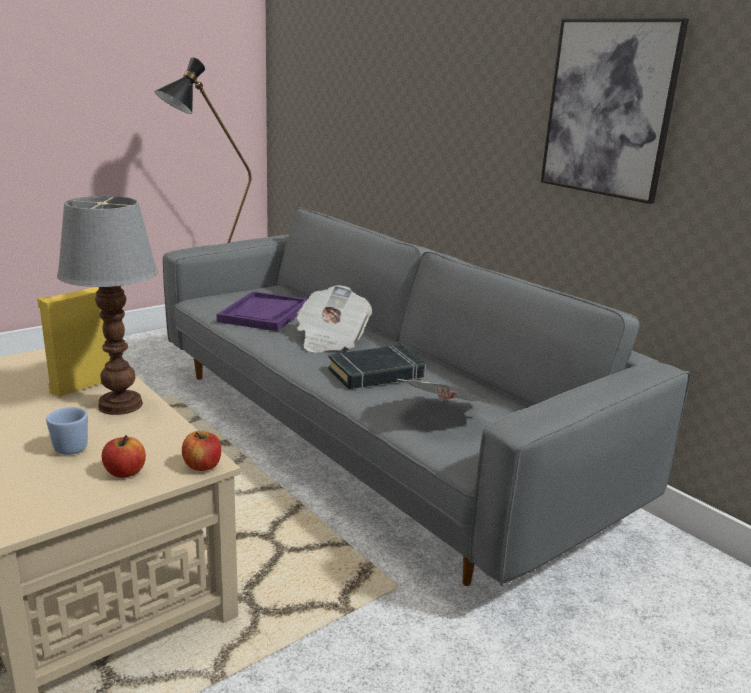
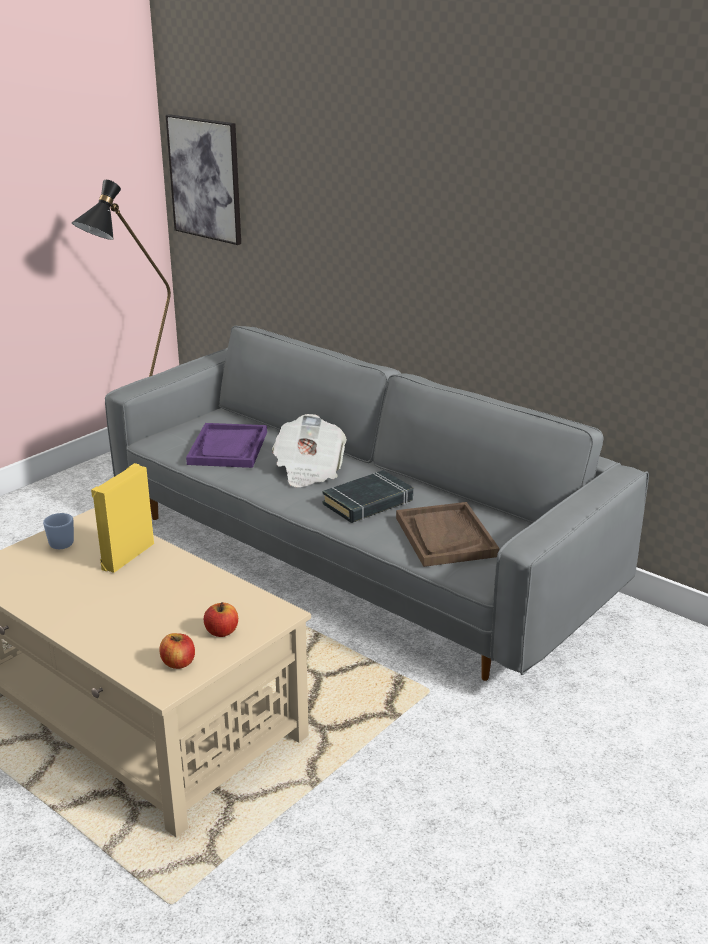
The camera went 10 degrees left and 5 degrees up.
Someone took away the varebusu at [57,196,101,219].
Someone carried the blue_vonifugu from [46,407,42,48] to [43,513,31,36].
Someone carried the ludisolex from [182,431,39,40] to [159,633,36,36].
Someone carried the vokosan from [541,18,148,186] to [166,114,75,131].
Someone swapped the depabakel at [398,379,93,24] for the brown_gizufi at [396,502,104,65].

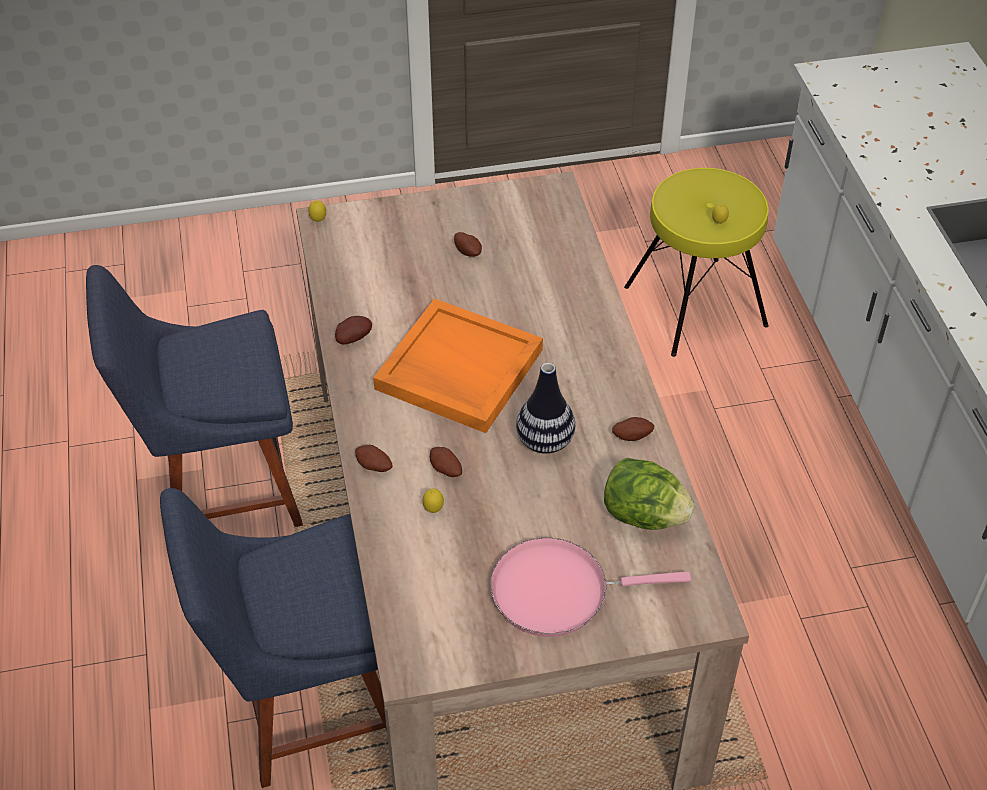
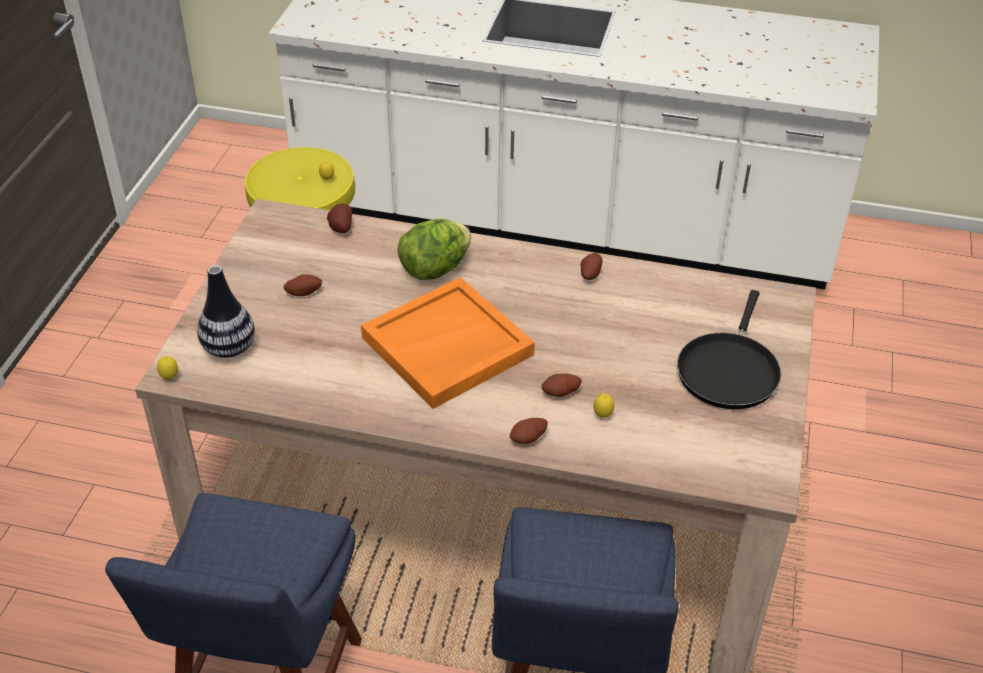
The camera went 65 degrees left and 5 degrees down.
Someone carried the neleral from [335,316,37,28] to [327,204,25,29].
Someone carried the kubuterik from [516,363,59,91] to [197,265,58,93].
Someone carried the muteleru from [604,458,91,72] to [397,219,74,61].
Someone repainted the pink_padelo at [490,538,201,99], which became the black_padelo at [677,290,104,119].

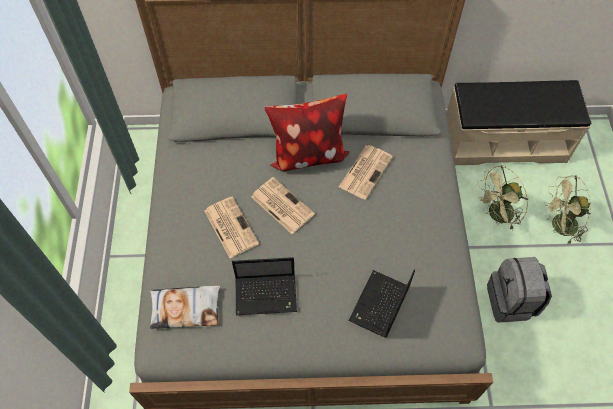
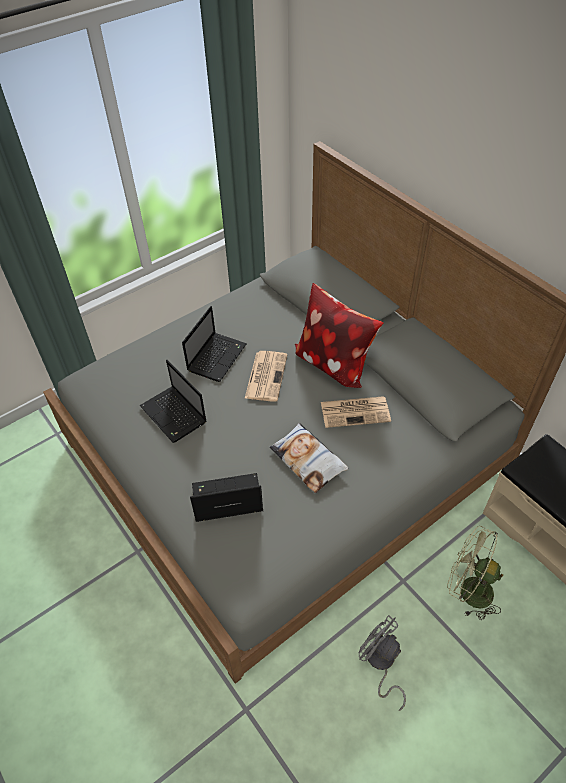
The camera went 55 degrees right and 10 degrees down.
Someone took away the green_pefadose at [545,175,46,70].
Someone carried the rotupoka from [150,286,70,43] to [269,423,79,70].
Someone swapped the depabakel at [205,197,54,61] for the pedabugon at [182,306,65,76].
Someone swapped the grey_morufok at [487,257,65,66] for the grey_pefadose at [358,615,48,96].

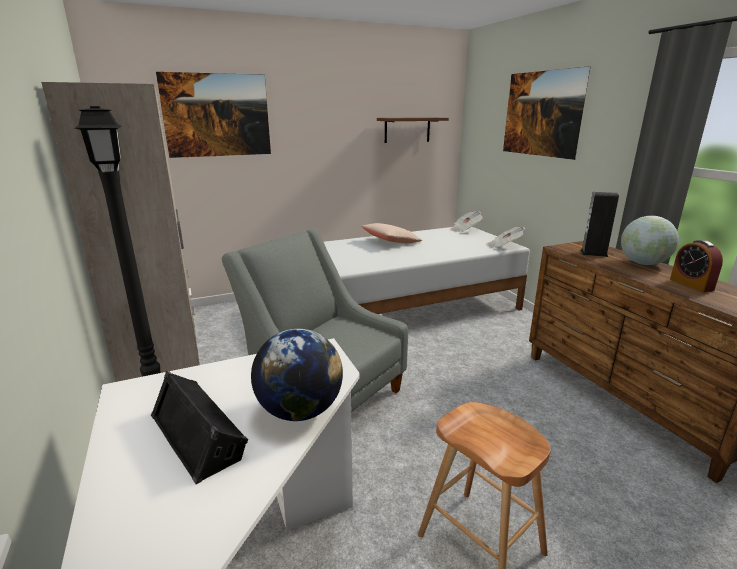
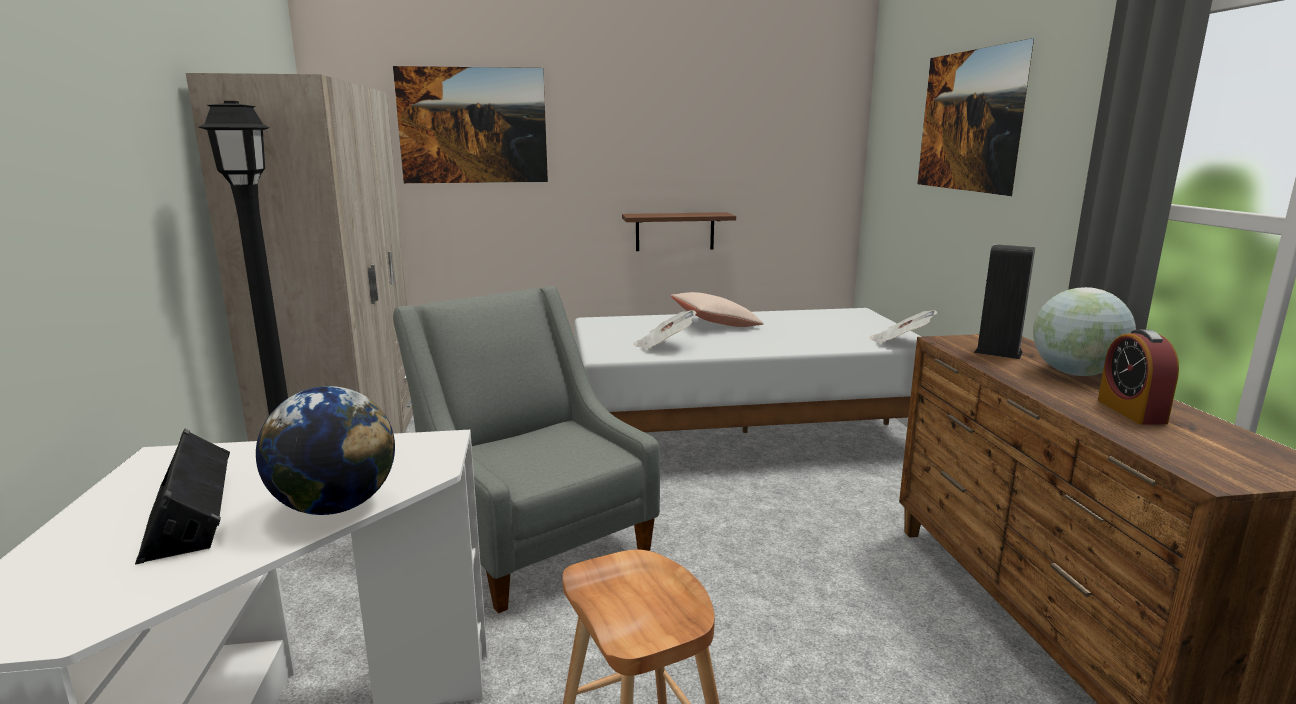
The camera went 15 degrees right and 5 degrees down.
Someone carried the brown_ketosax from [377,117,72,26] to [622,212,114,39].
Someone carried the depabakel from [449,211,34,21] to [633,310,64,39].

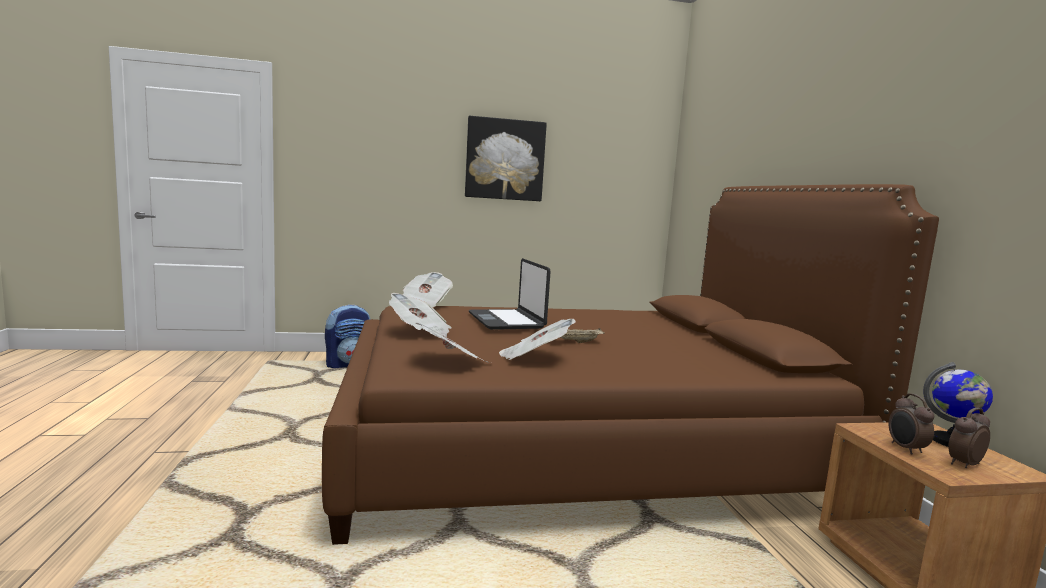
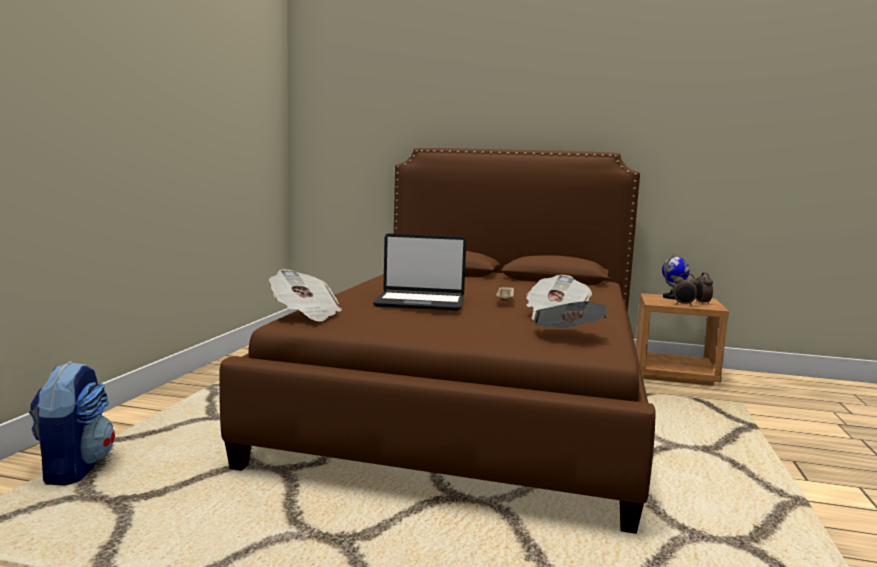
The camera went 65 degrees left and 0 degrees up.
Someone took away the depabakel at [389,293,62,45].
Someone took away the vokosan at [465,116,82,85].

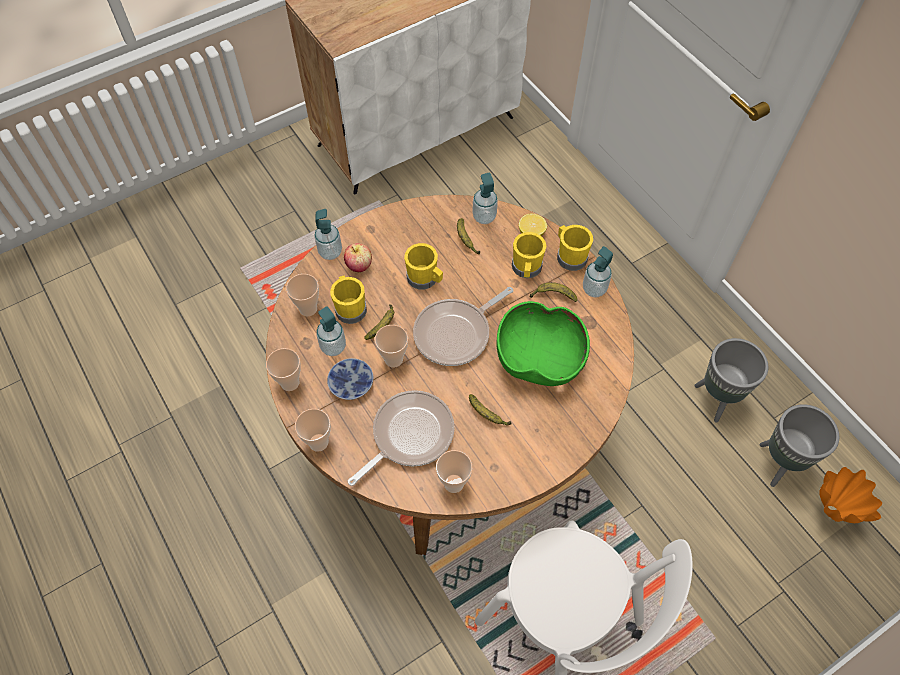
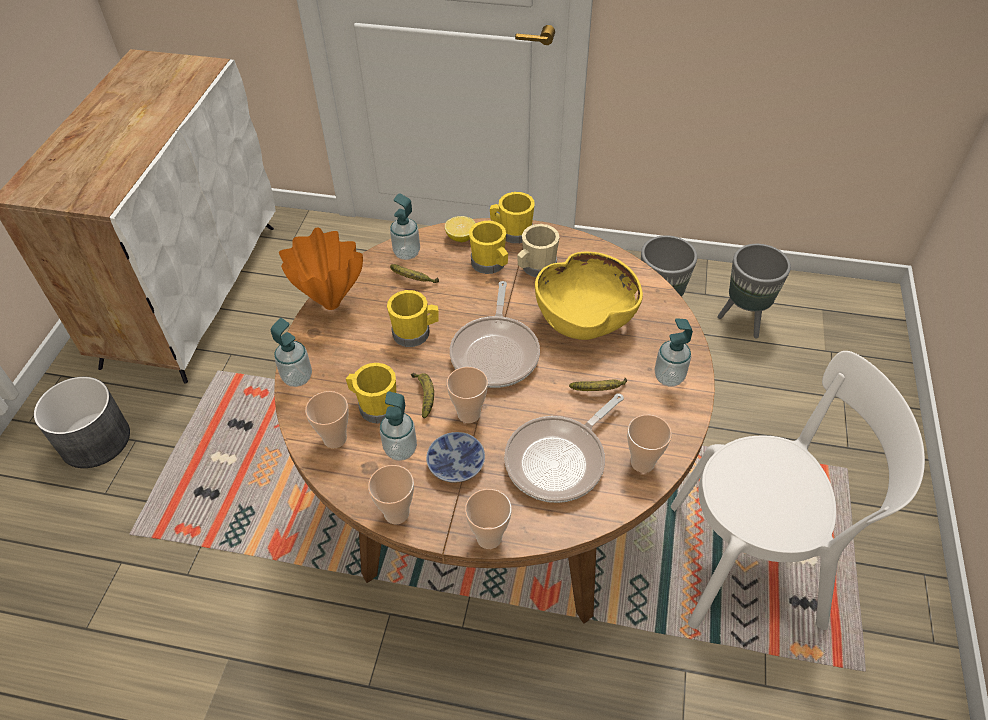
The camera went 45 degrees left and 10 degrees down.
Someone took away the ludisolex at [344,243,28,29].
Someone put down the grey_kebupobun at [34,377,96,91].
Someone carried the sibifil from [583,246,30,51] to [655,318,38,68].
Someone carried the orange_kubuterik from [819,467,63,56] to [279,227,84,83].
Someone swapped the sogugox at [529,282,48,20] for the beige_vonifugu at [517,224,42,53].
Someone repainted the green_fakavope at [496,301,94,85], which became the yellow_fakavope at [535,252,108,88].
Someone rotated the padelo at [348,390,107,96] by 135 degrees counterclockwise.

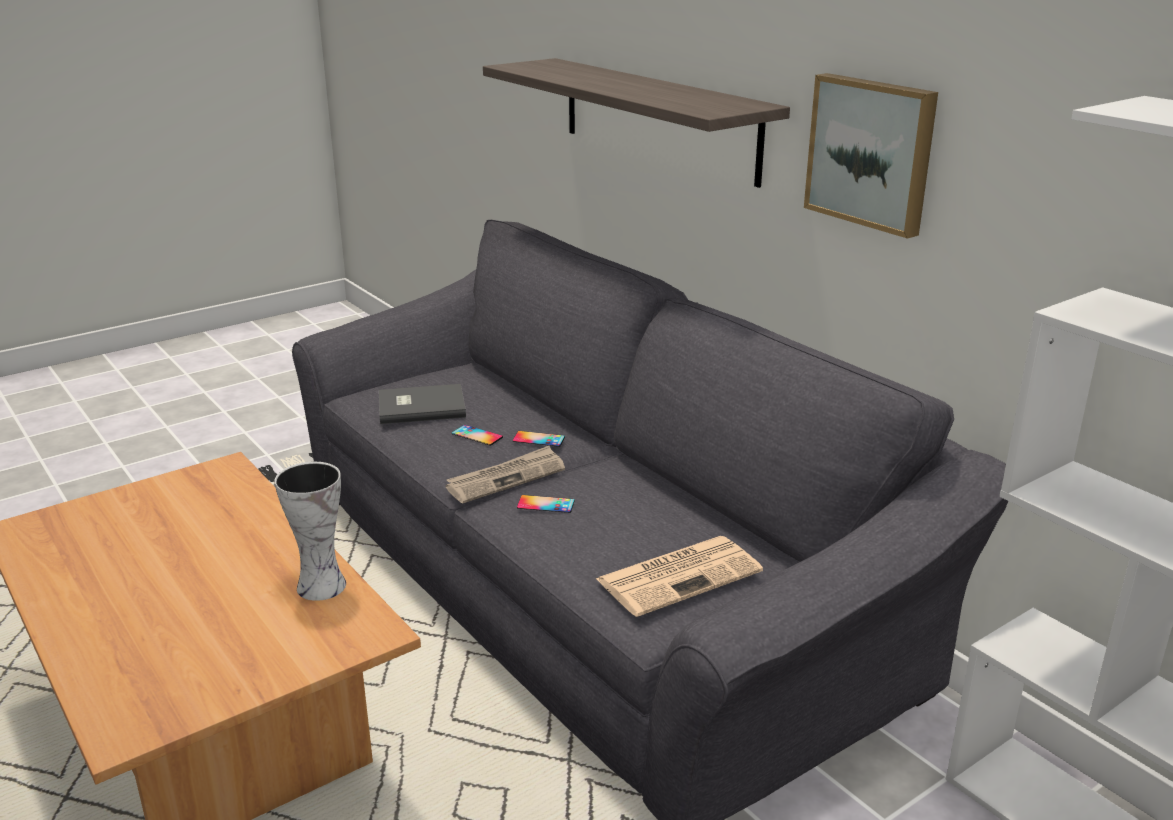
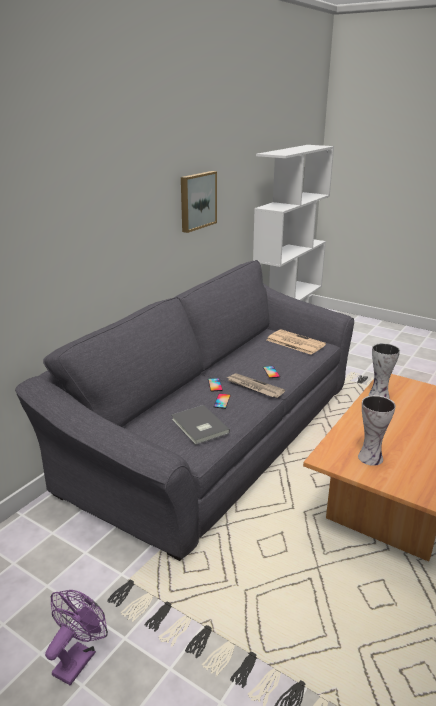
The camera went 110 degrees left and 0 degrees up.
Someone took away the ketosax at [483,58,307,130].
Someone put down the purple_pefadose at [45,590,63,95].
Someone put down the kubuterik at [358,395,38,71].

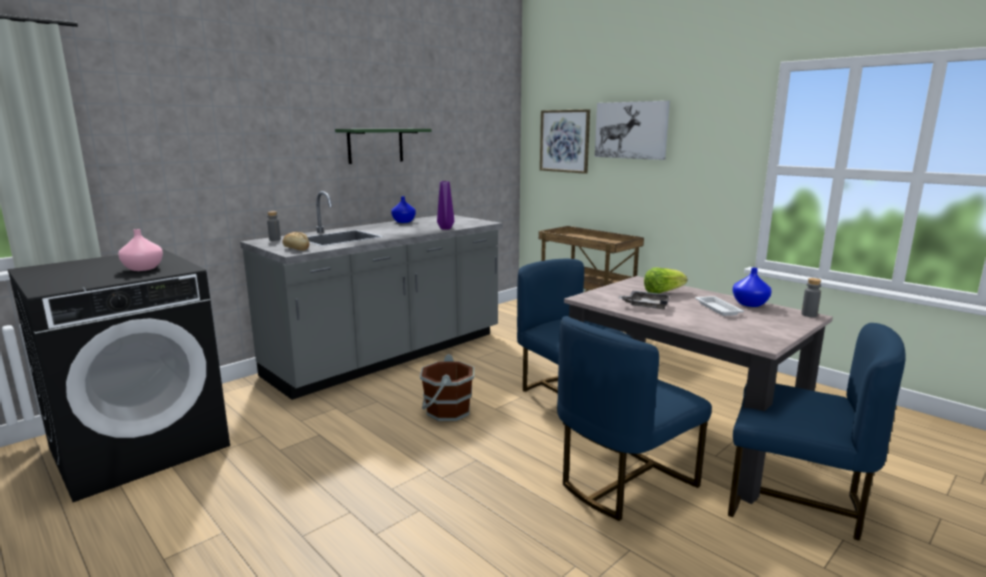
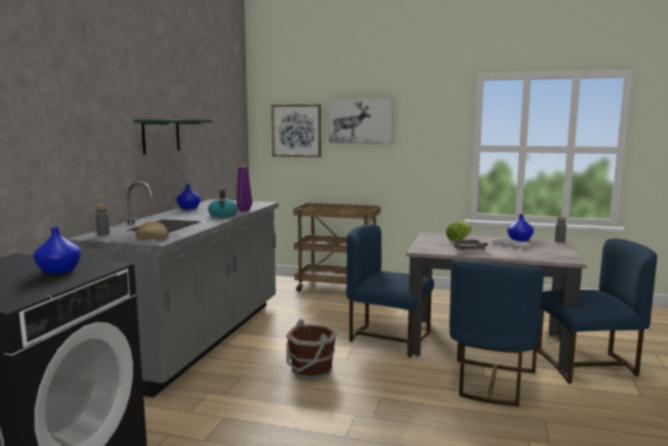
The camera went 30 degrees left and 5 degrees down.
Someone put down the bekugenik at [208,188,30,29].
Someone repainted the pink_kubuterik at [118,229,45,42], which became the blue_kubuterik at [33,227,48,47].

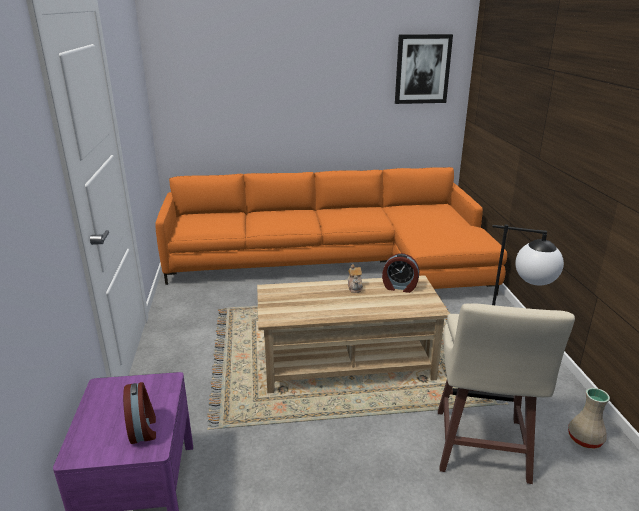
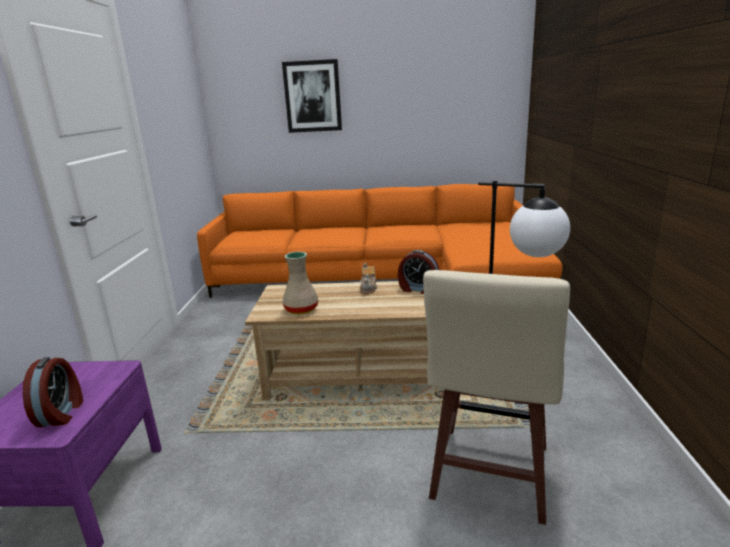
The camera went 10 degrees right and 5 degrees down.
Someone carried the vokosan from [395,34,58,70] to [282,59,60,74].
Someone carried the beige_kubuterik from [568,388,42,60] to [283,252,35,62].

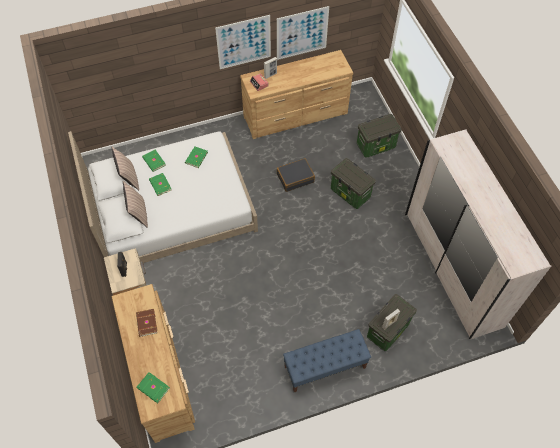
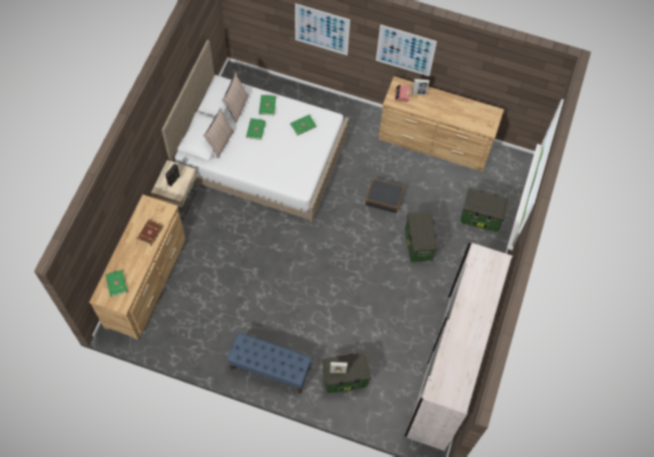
The camera went 35 degrees right and 5 degrees up.
Someone carried the vokosan from [277,6,52,54] to [295,3,55,52].

